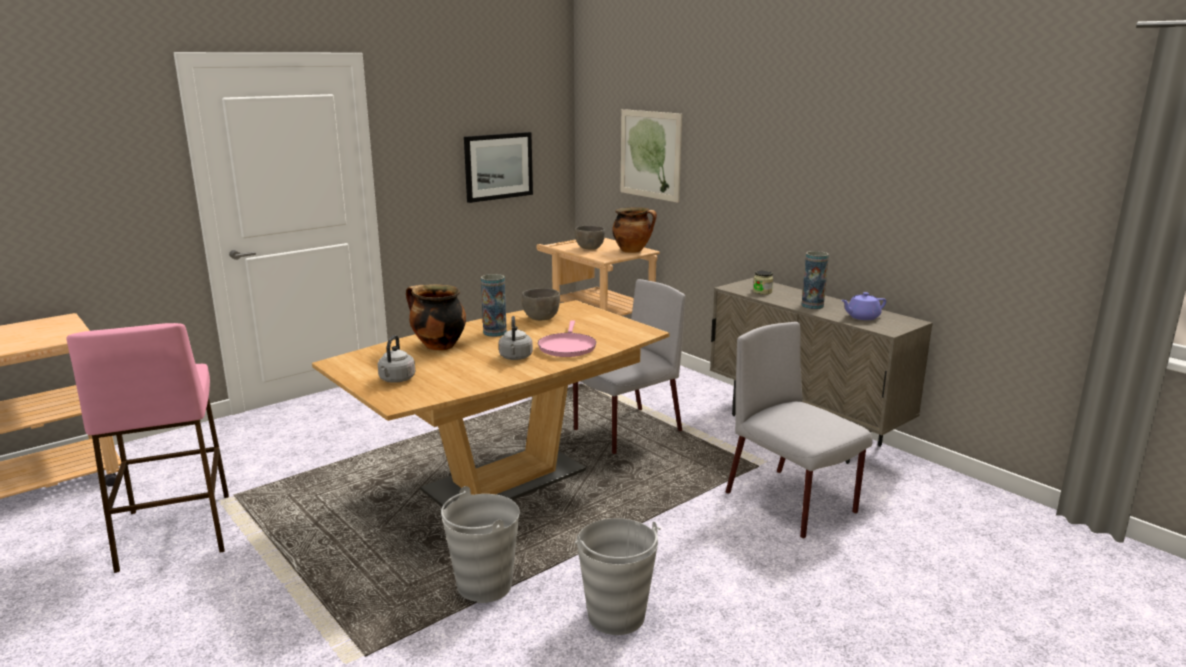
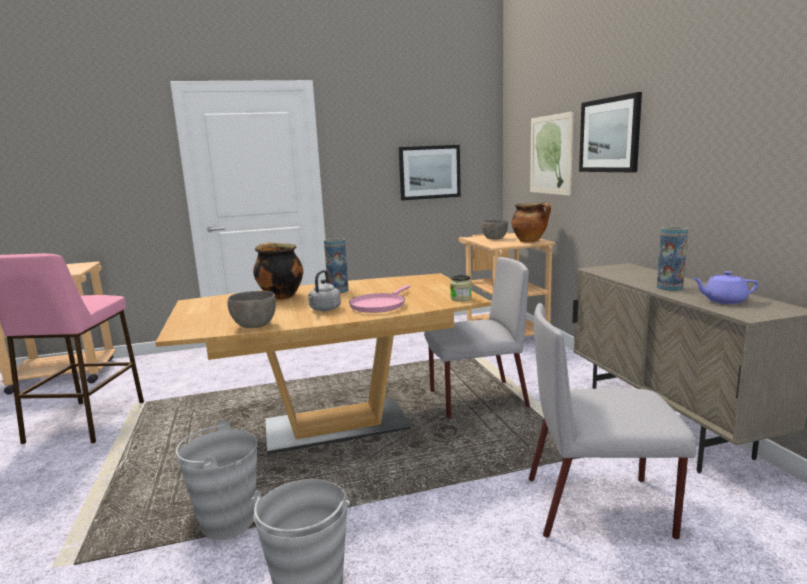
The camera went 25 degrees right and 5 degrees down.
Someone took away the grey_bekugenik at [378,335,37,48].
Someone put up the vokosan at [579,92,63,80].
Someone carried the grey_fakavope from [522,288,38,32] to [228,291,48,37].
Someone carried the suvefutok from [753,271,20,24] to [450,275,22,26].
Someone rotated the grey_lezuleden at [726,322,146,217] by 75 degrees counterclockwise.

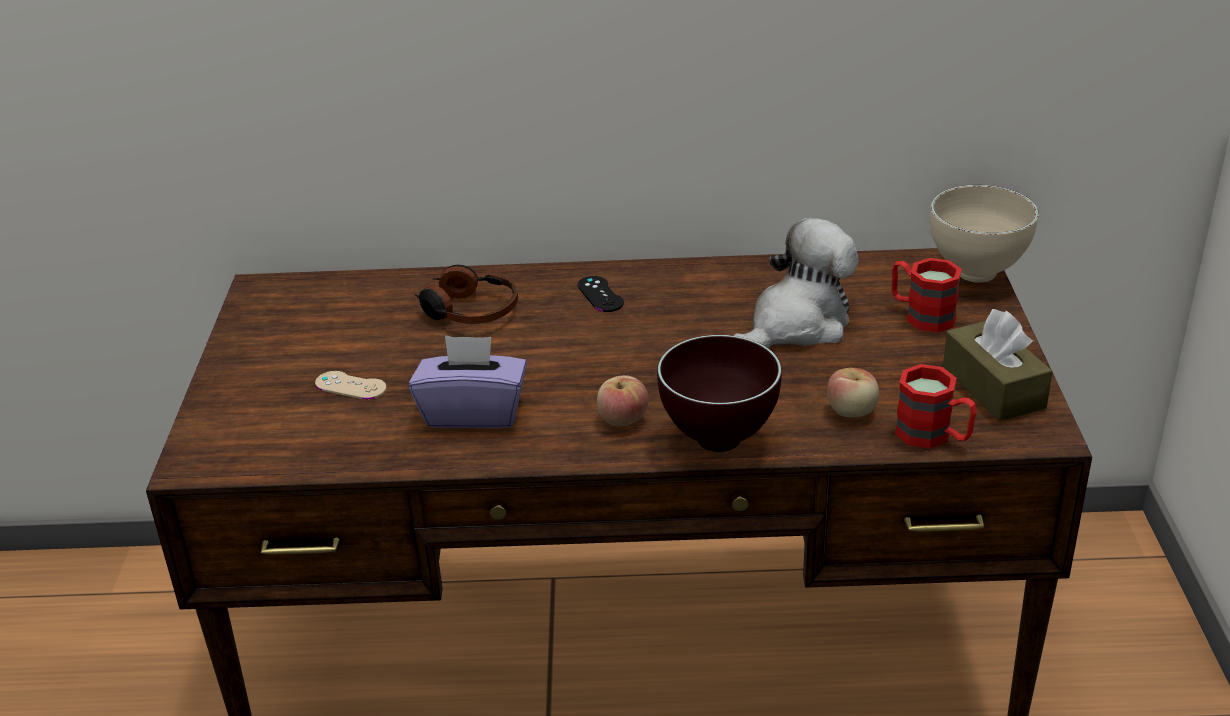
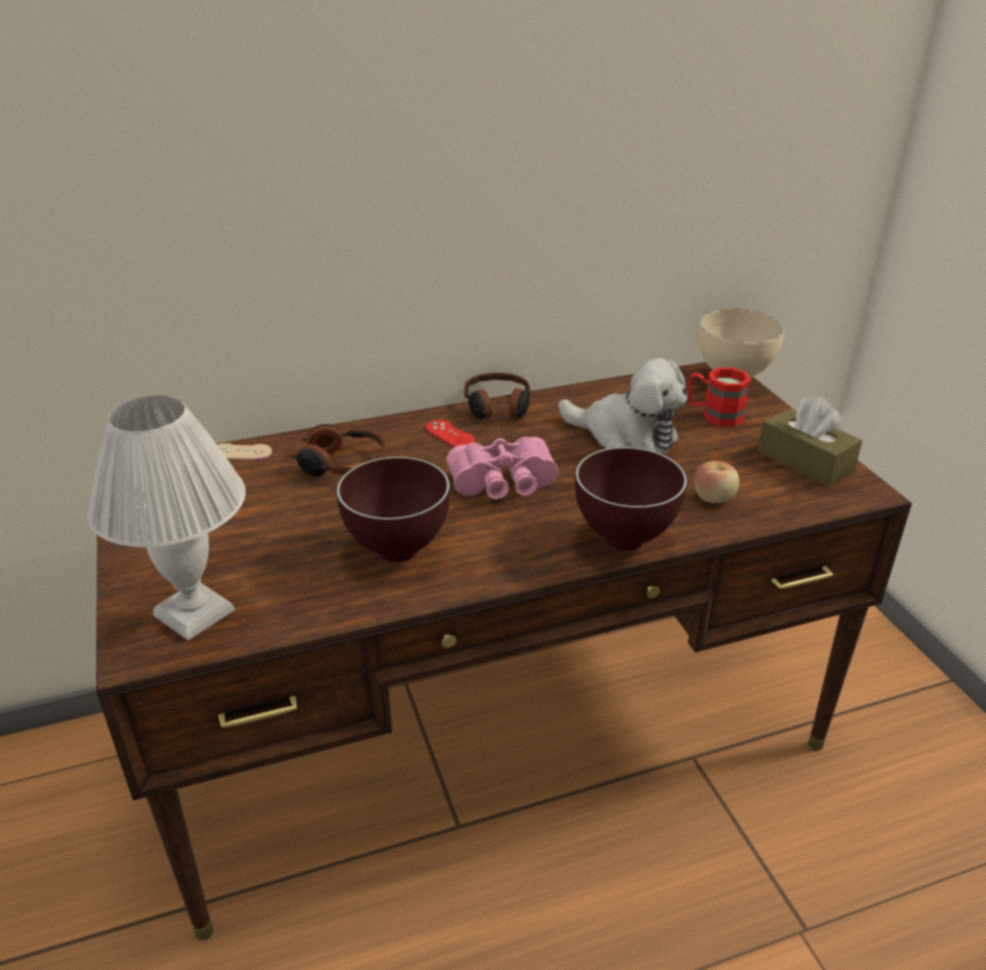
The camera went 20 degrees left and 0 degrees up.
Someone took away the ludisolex at [597,375,52,51].
Someone took away the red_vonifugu at [895,364,82,84].
Someone put down the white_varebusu at [87,395,159,245].
Someone put down the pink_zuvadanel at [447,437,111,62].
Someone put down the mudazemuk at [464,373,67,46].
Someone carried the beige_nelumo from [315,371,72,29] to [217,443,55,17].
Someone swapped the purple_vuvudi at [409,335,118,93] for the brown_fakavope at [336,457,114,105].
Someone repainted the black_nelumo at [578,276,46,36], which became the red_nelumo at [426,420,49,27].
Someone rotated the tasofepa at [733,218,125,130] by 90 degrees clockwise.

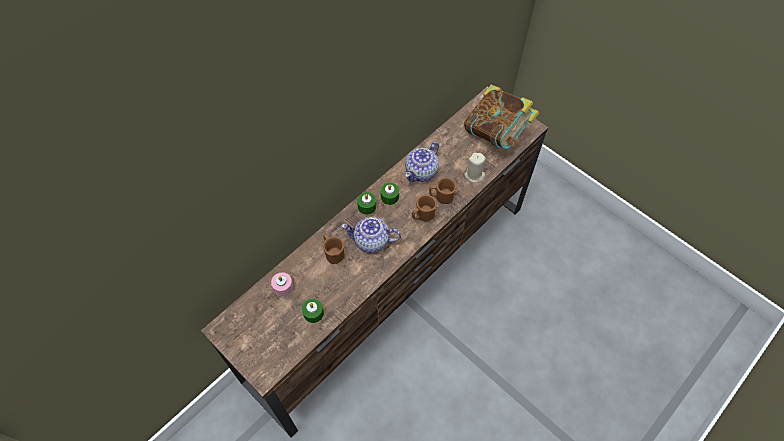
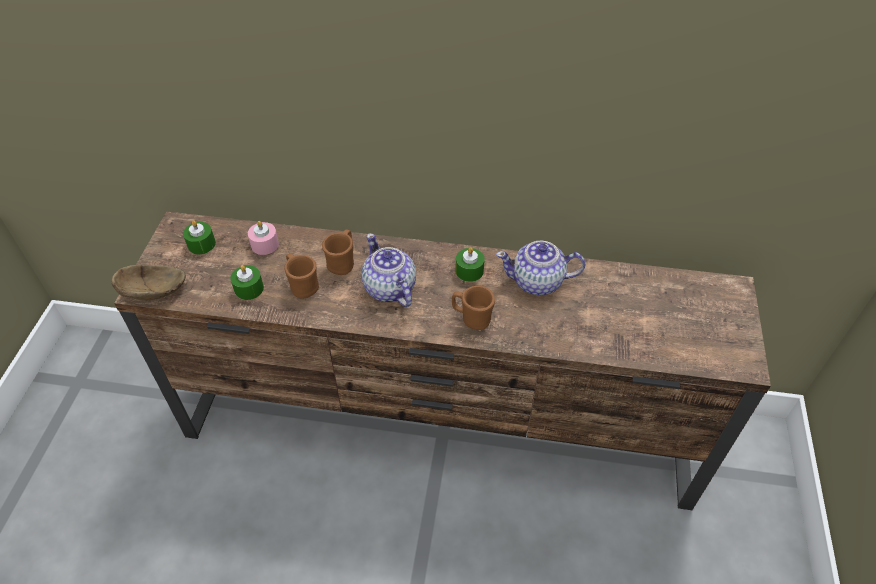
The camera went 55 degrees right and 10 degrees down.
Someone took away the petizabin at [464,84,75,65].
Someone took away the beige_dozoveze at [464,153,22,30].
Someone put down the brown_fakavope at [111,265,75,35].
Someone carried the green_dozoveze from [357,192,19,23] to [183,220,33,34].
Someone carried the brown_vonifugu from [429,178,28,26] to [284,253,35,46].

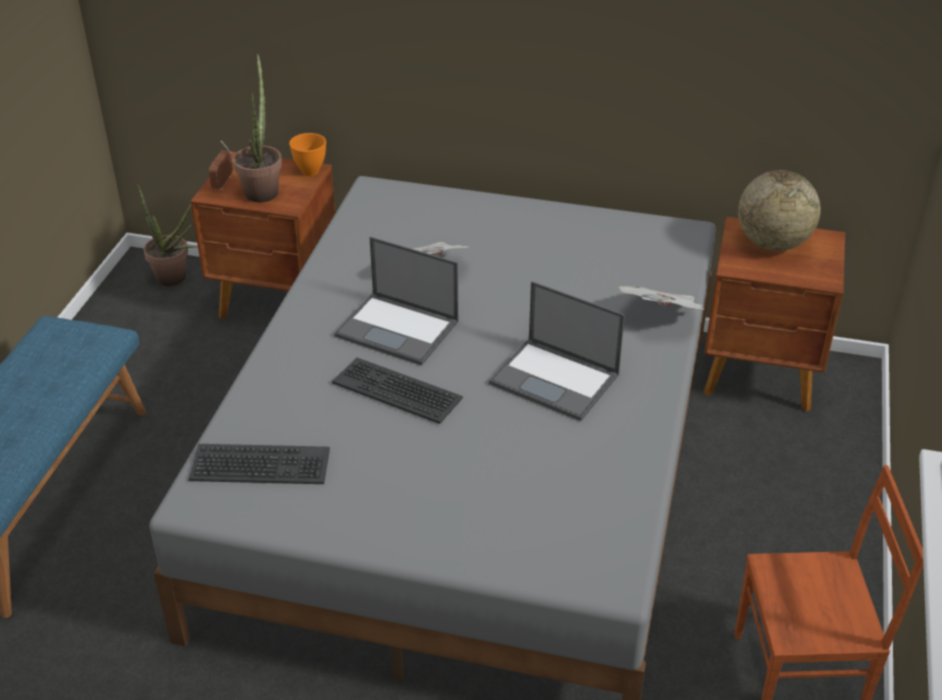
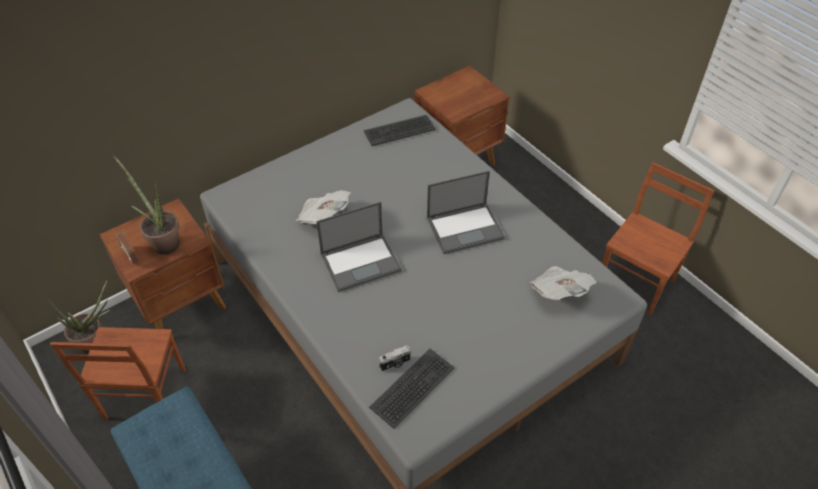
The camera went 50 degrees left and 10 degrees up.
Someone took away the orange_fakavope at [289,133,37,43].
Someone took away the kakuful at [738,170,83,81].
Someone put down the brown_lezuleden at [50,327,136,93].
Someone put down the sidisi at [379,345,32,27].
Someone carried the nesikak from [332,357,131,67] to [364,115,72,31].
Someone carried the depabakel from [619,286,86,24] to [529,266,68,34].

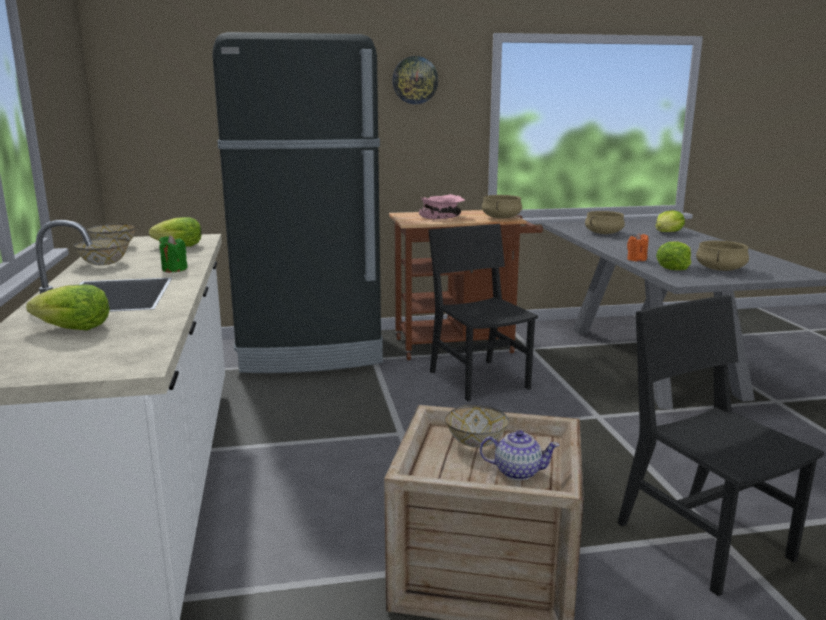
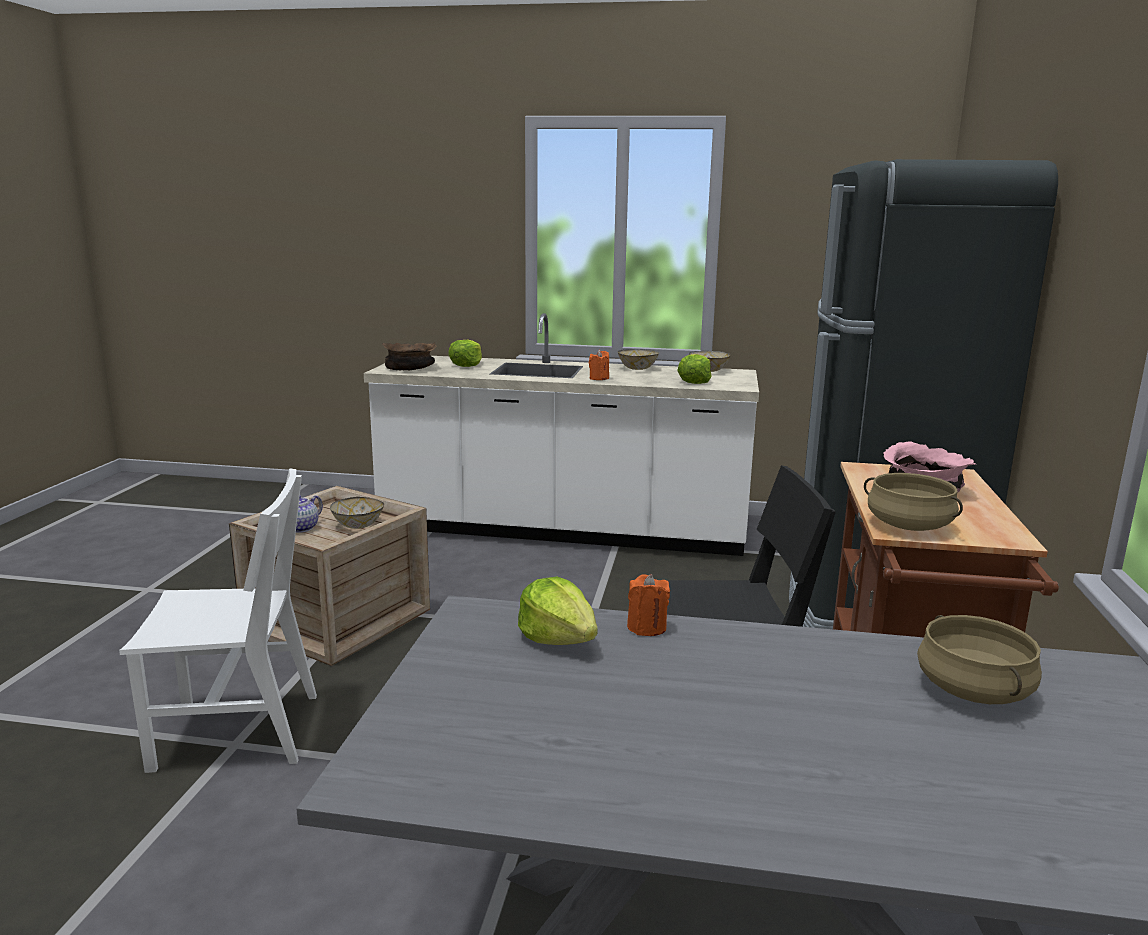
The camera went 110 degrees right and 0 degrees up.
Someone took away the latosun at [392,56,46,48].
Someone took away the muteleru at [656,210,29,22].
Someone took away the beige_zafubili at [696,241,53,30].
Someone put down the brown_fakavope at [382,342,55,28].
Someone repainted the green_dozoveze at [159,235,29,37], which became the orange_dozoveze at [589,350,20,30].
Someone repainted the black_lezuleden at [617,295,207,301], which became the white_lezuleden at [119,468,198,305].

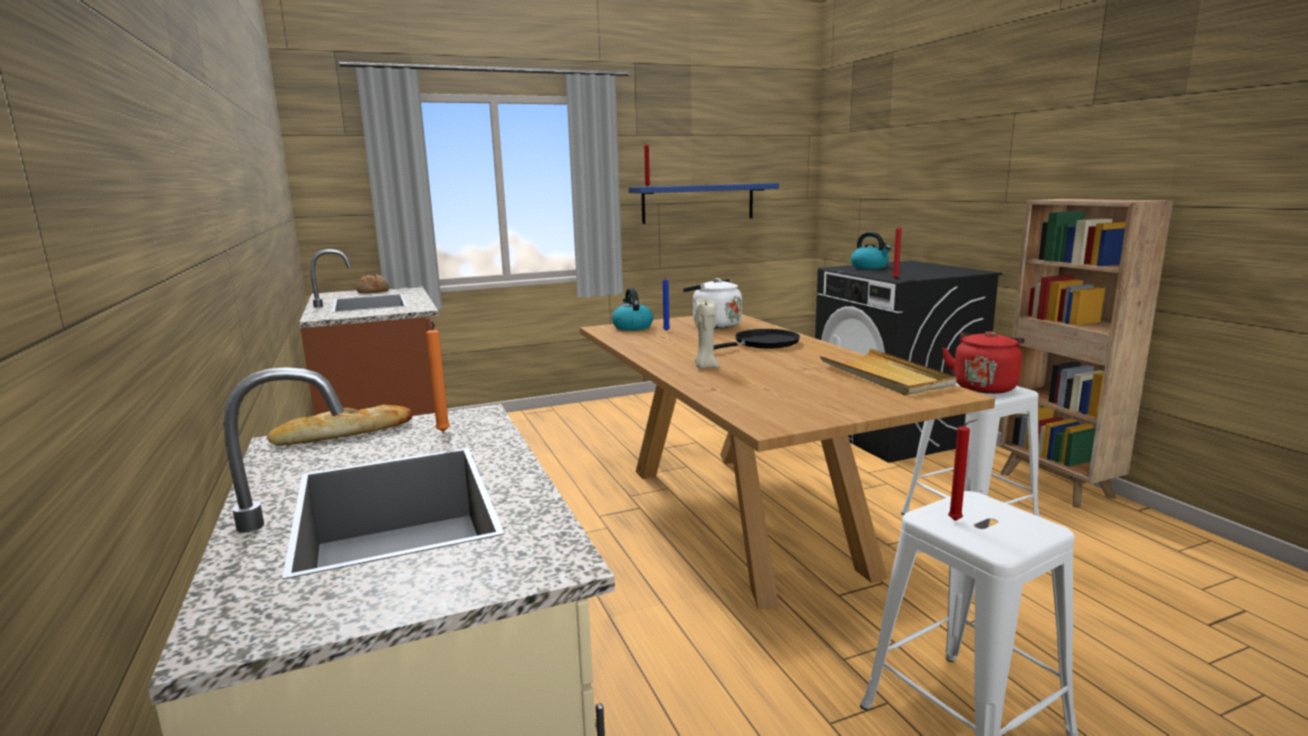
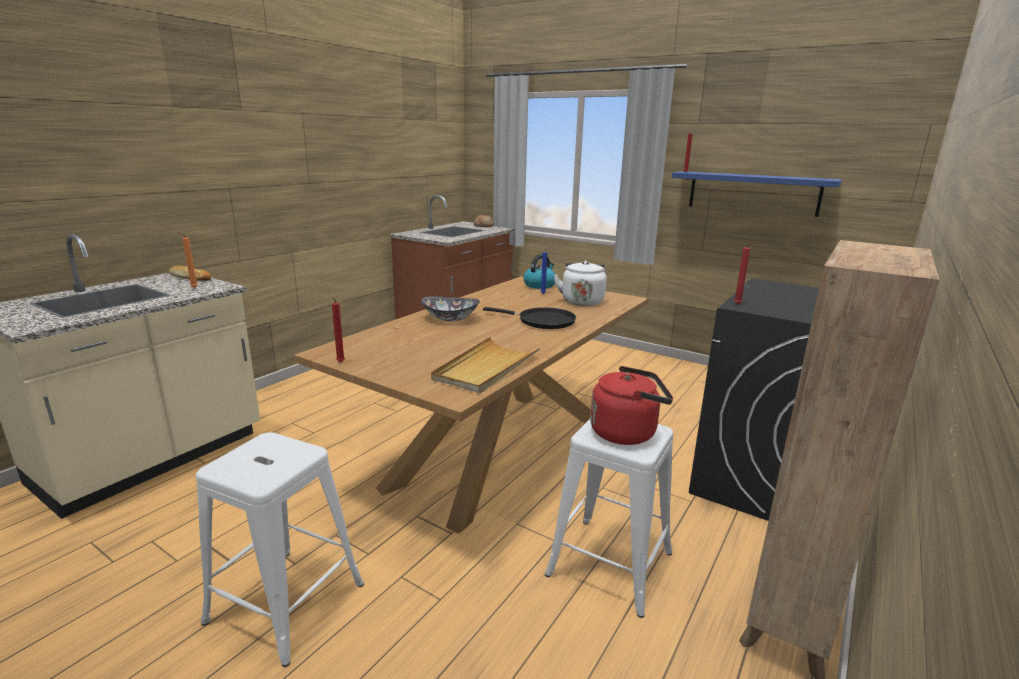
The camera went 55 degrees right and 5 degrees up.
Someone took away the bekugenik at [851,232,40,37].
Someone carried the red_dozoveze from [948,419,30,102] to [332,299,13,63].
Someone swapped the beige_dozoveze at [694,298,26,71] for the fakavope at [421,296,59,25].

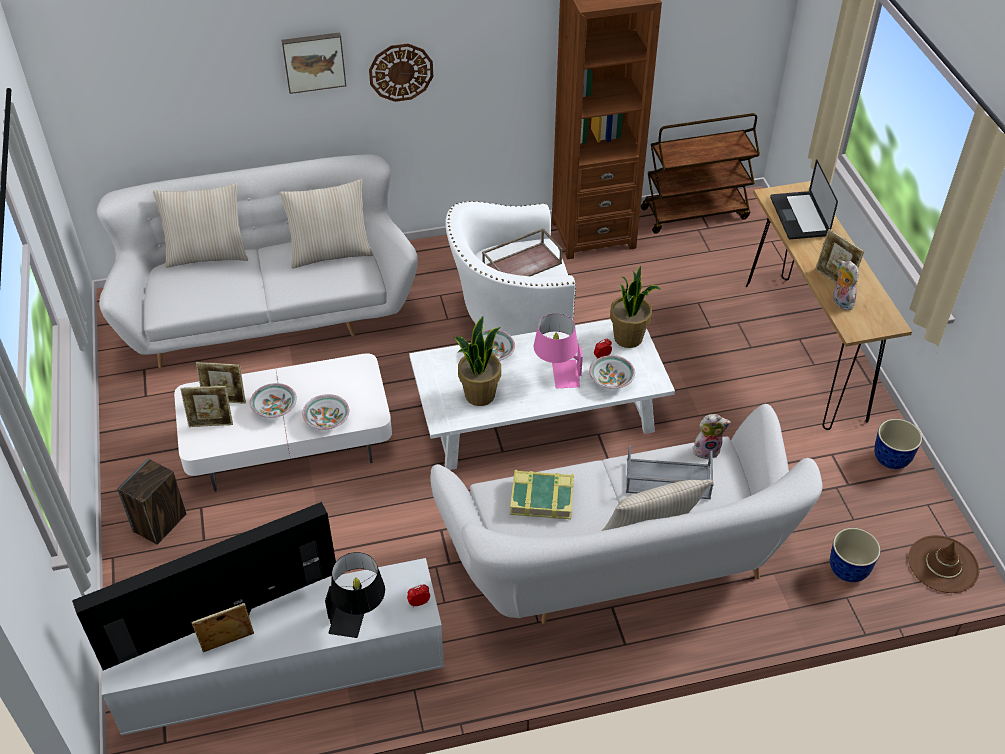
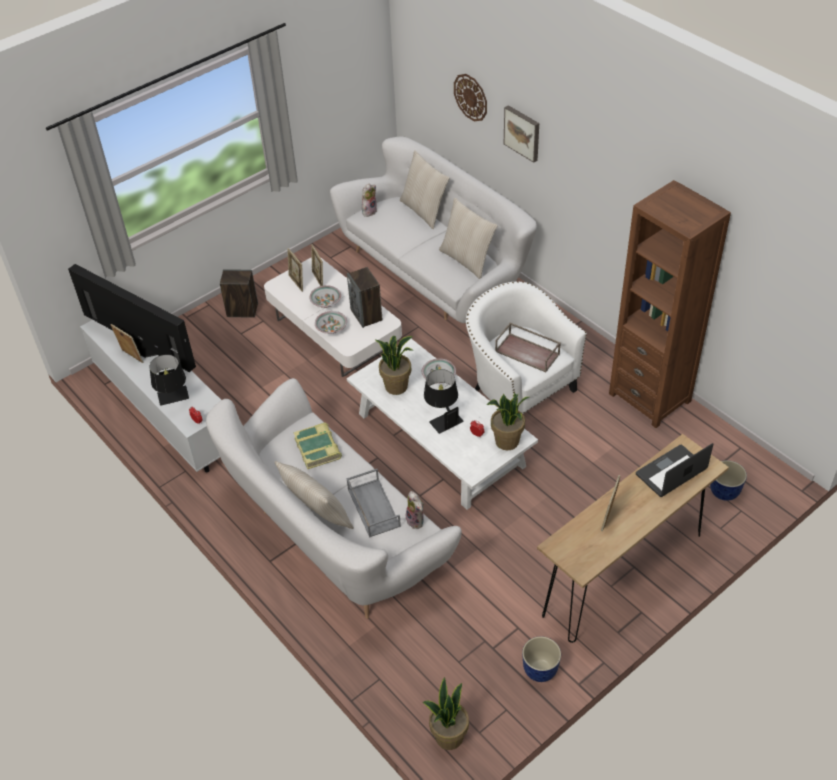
The camera went 65 degrees right and 0 degrees up.
Someone took away the fakavope at [589,355,46,34].
Someone took away the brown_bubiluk at [641,113,119,121].
Someone put down the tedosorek at [347,267,35,61].
Someone carried the latosun from [369,43,64,59] to [454,74,33,47].
Someone carried the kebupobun from [830,528,51,54] to [710,460,37,41].
Someone carried the tasofepa from [833,260,26,50] to [362,184,15,33].
Someone swapped the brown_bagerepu at [908,535,71,58] for the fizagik at [423,677,46,73].
Someone repainted the pink_varebusu at [534,313,49,76], which became the black_varebusu at [424,369,40,65].

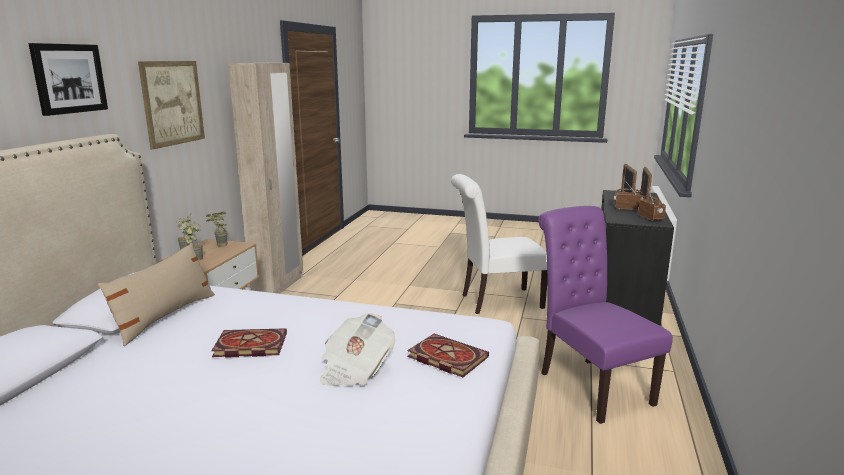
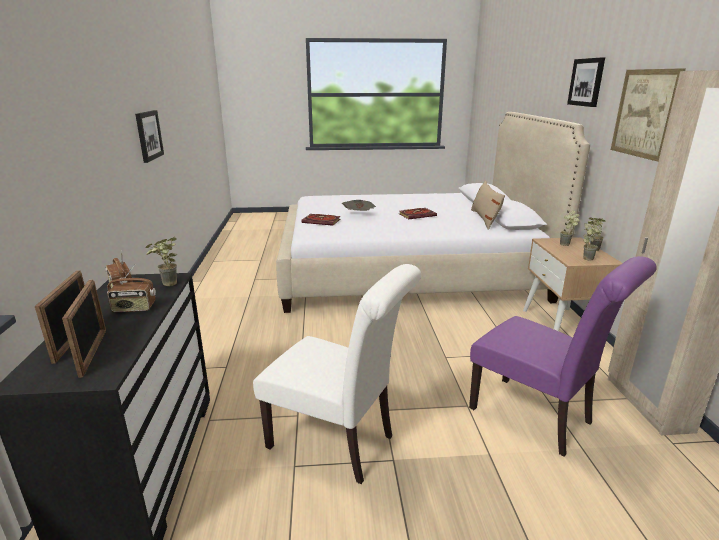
The camera went 160 degrees right and 5 degrees up.
Someone put up the vokosan at [135,110,29,53].
Someone put down the fizagik at [145,237,32,49].
Someone carried the purple_lezuleden from [538,206,135,218] to [469,256,188,201].
Someone rotated the white_lezuleden at [451,174,97,140] by 60 degrees clockwise.

